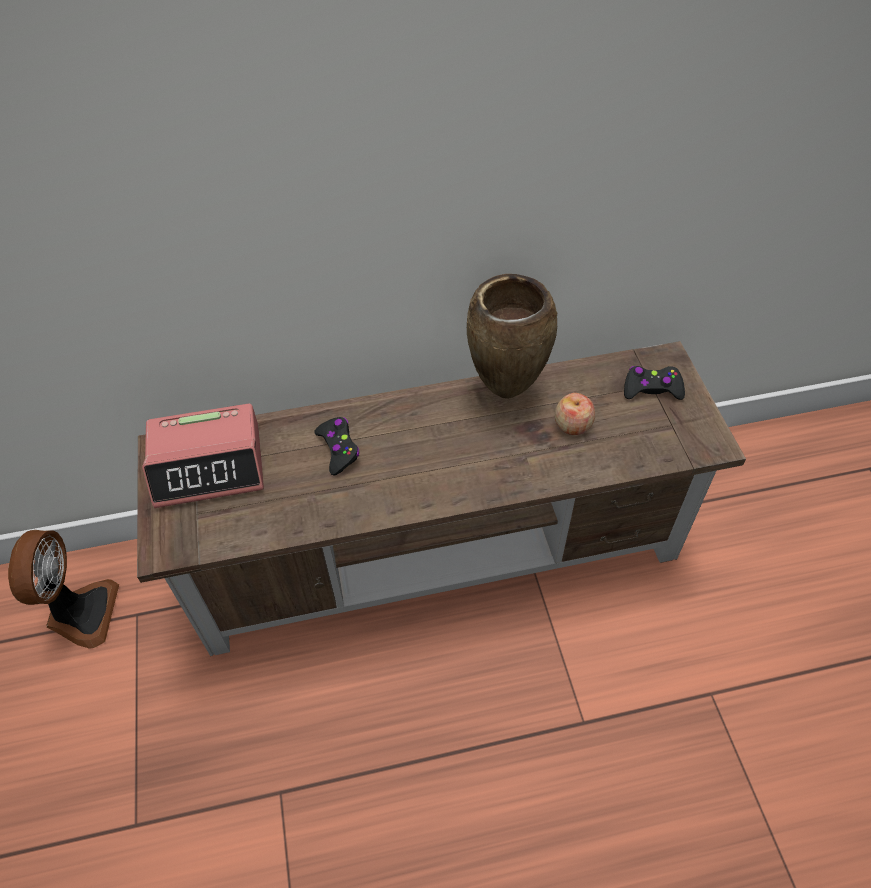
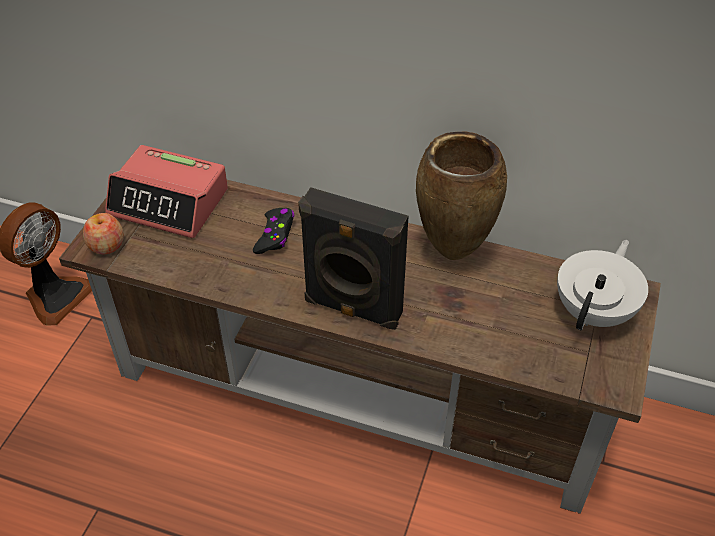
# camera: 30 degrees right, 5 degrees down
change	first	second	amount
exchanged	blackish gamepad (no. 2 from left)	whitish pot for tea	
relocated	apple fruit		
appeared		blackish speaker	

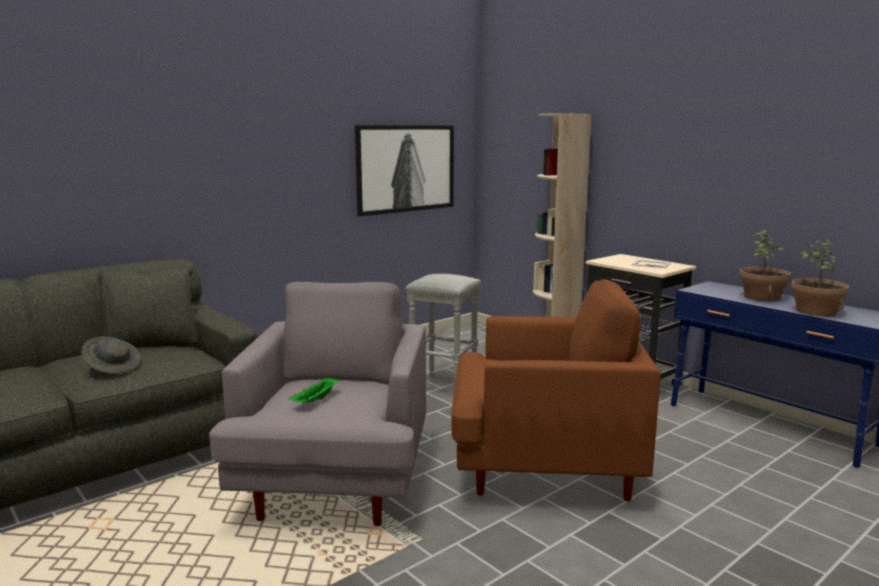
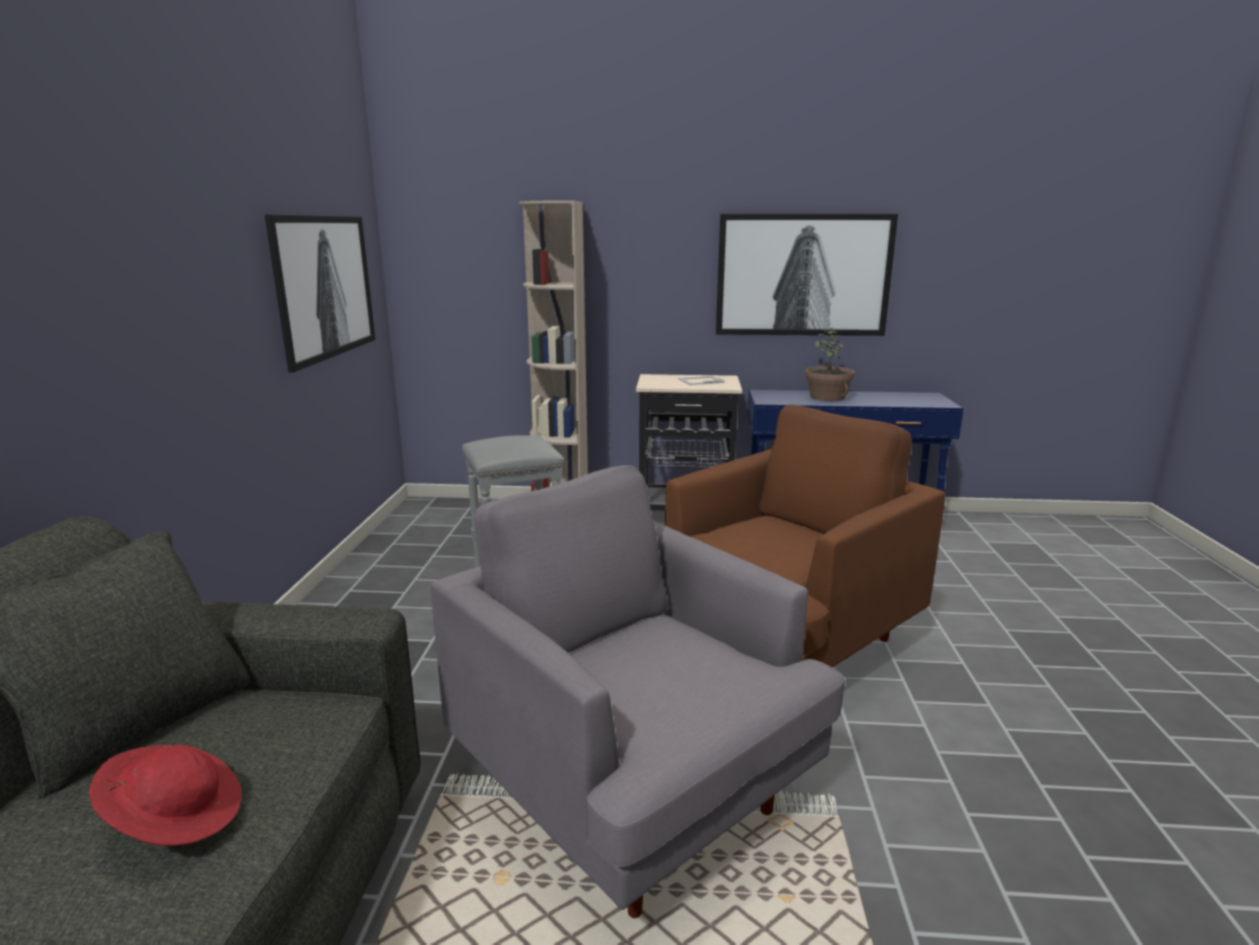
# camera: 45 degrees left, 5 degrees up
change	first	second	amount
missing	potted plant (no. 2 from left)		
colour	grey wearable hat	red wearable hat	
missing	green-coloured tray		
appeared		wall picture (no. 2 from left)	

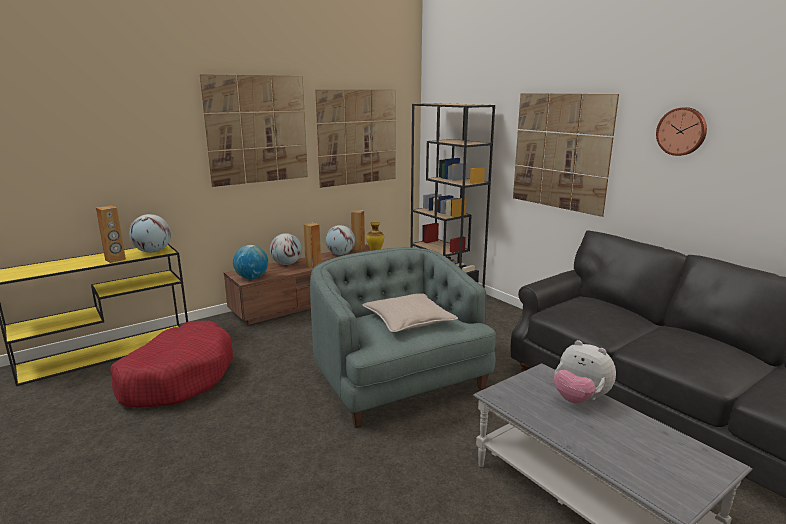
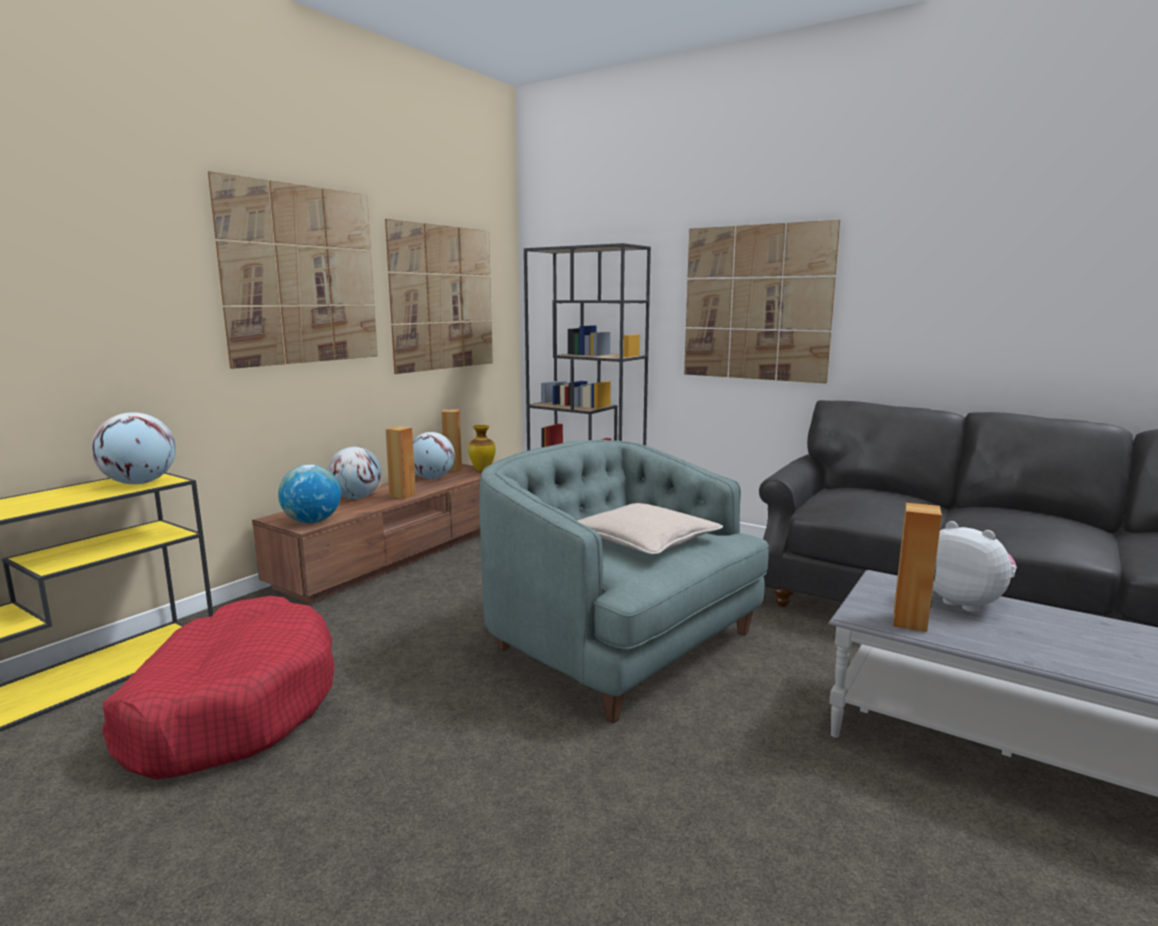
# camera: 20 degrees left, 5 degrees down
change	first	second	amount
missing	hanging clock		
relocated	brown-coloured speaker (no. 1 from left in the first image)	brown-coloured speaker (no. 3 from left)	
spun	cuddly toy		150 degrees counterclockwise

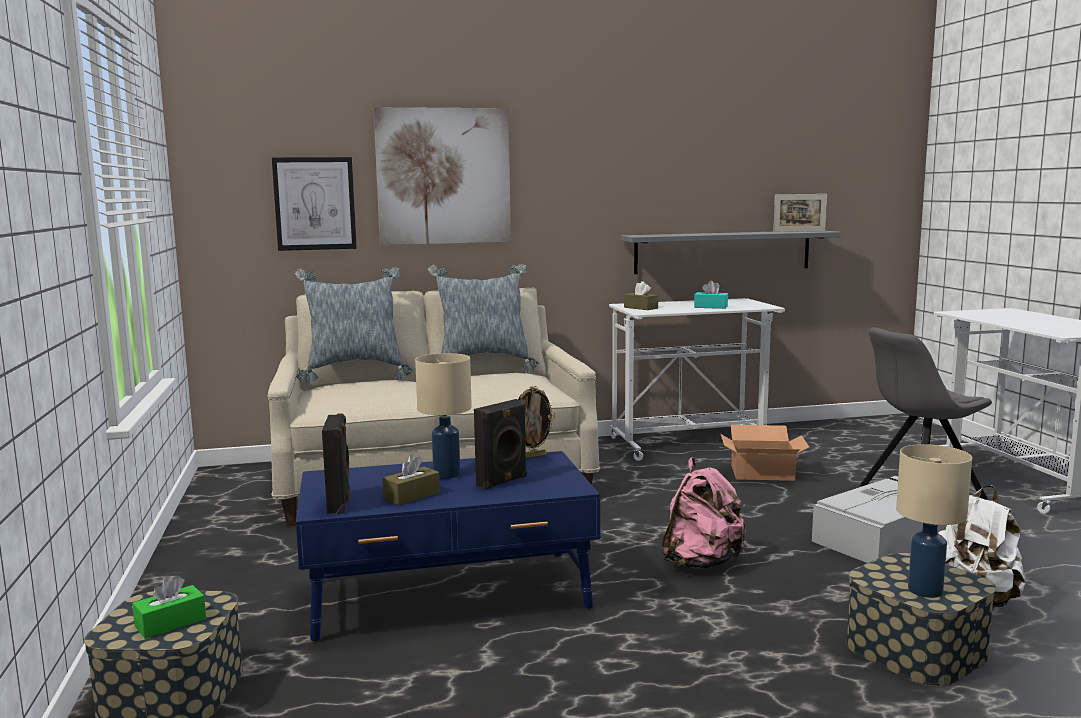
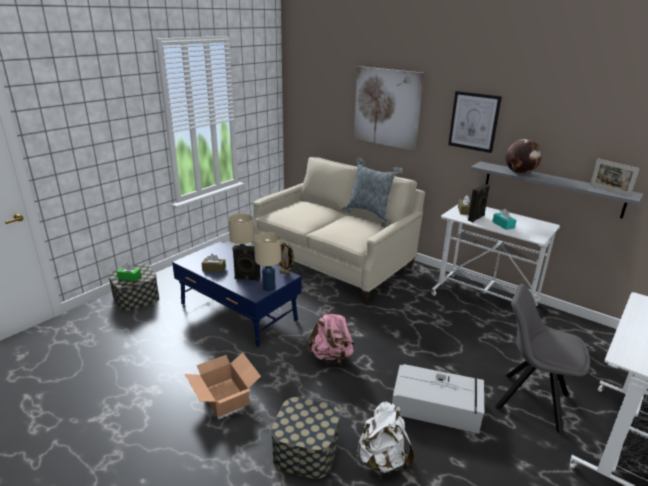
# camera: 50 degrees right, 15 degrees up
change	first	second	amount
relocated	wall picture (no. 1 from left in the first image)	wall picture (no. 2 from left)	
missing	throw pillow (no. 1 from left)		
relocated	blackish speaker (no. 1 from left in the first image)	blackish speaker (no. 2 from left)	
relocated	carton		
relocated	beige-coloured table lamp (no. 2 from left)		
appeared		globe	

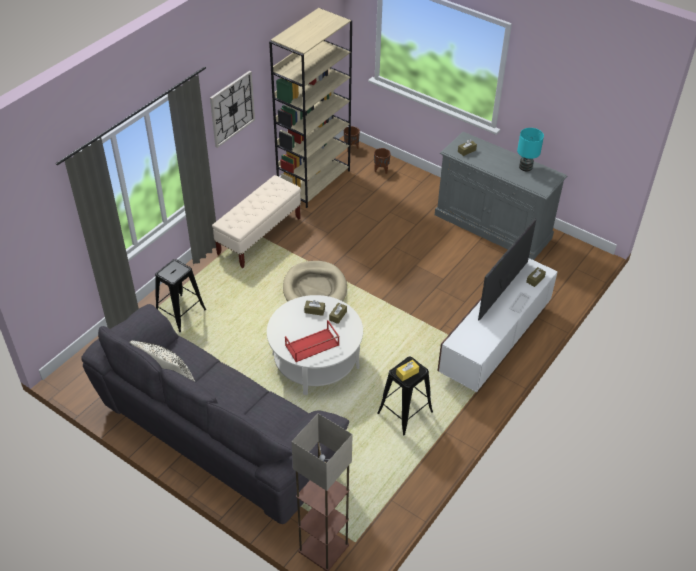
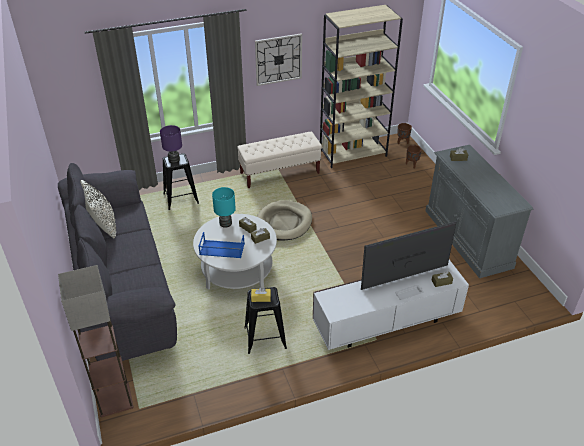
# camera: 35 degrees right, 5 degrees down
change	first	second	amount
relocated	turquoise table lamp		
colour	red tray	bluish tray	
appeared		purple table lamp	

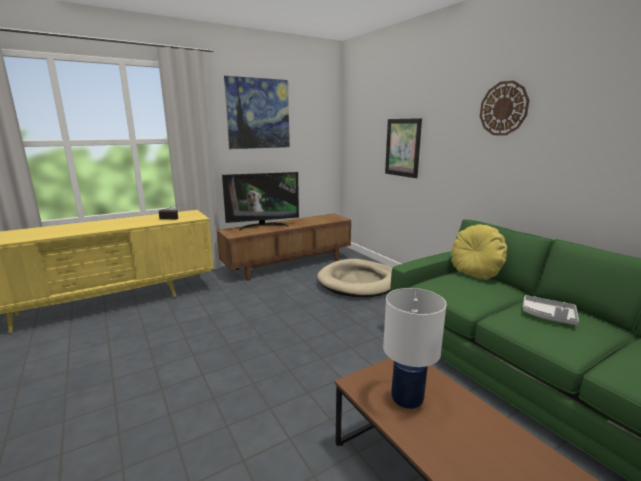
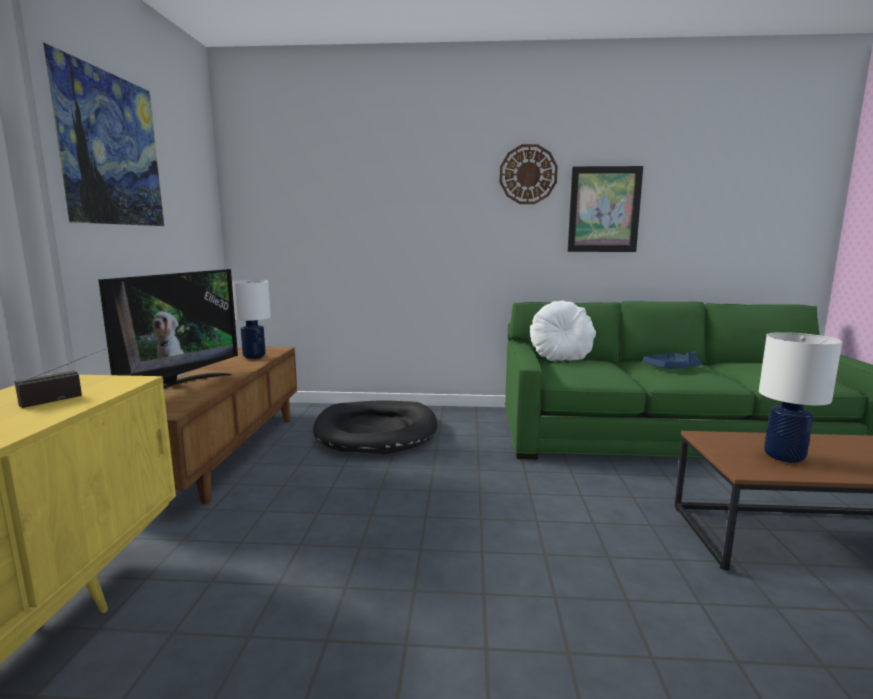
# camera: 55 degrees left, 5 degrees down
change	first	second	amount
relocated	wall picture (no. 2 from left)		
colour	yellow-coloured throw pillow	whitish throw pillow	
colour	beige-coloured pet bed	blackish pet bed	
colour	grey tray	bluish tray	
appeared		whitish table lamp (no. 1 from left)	

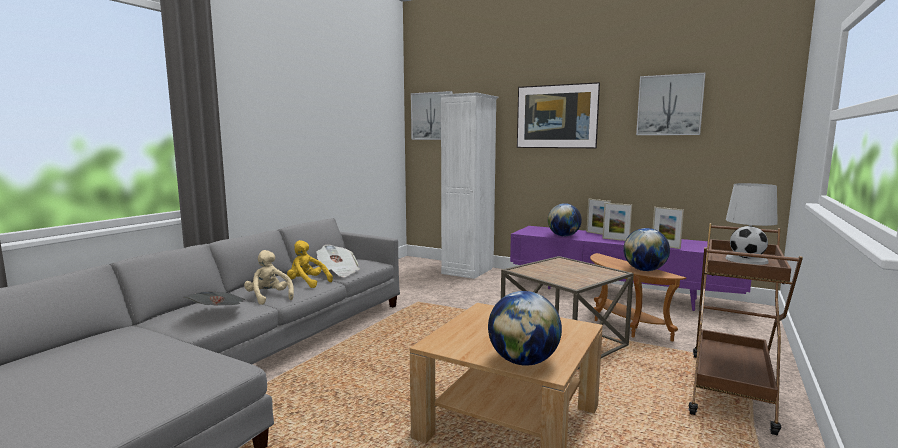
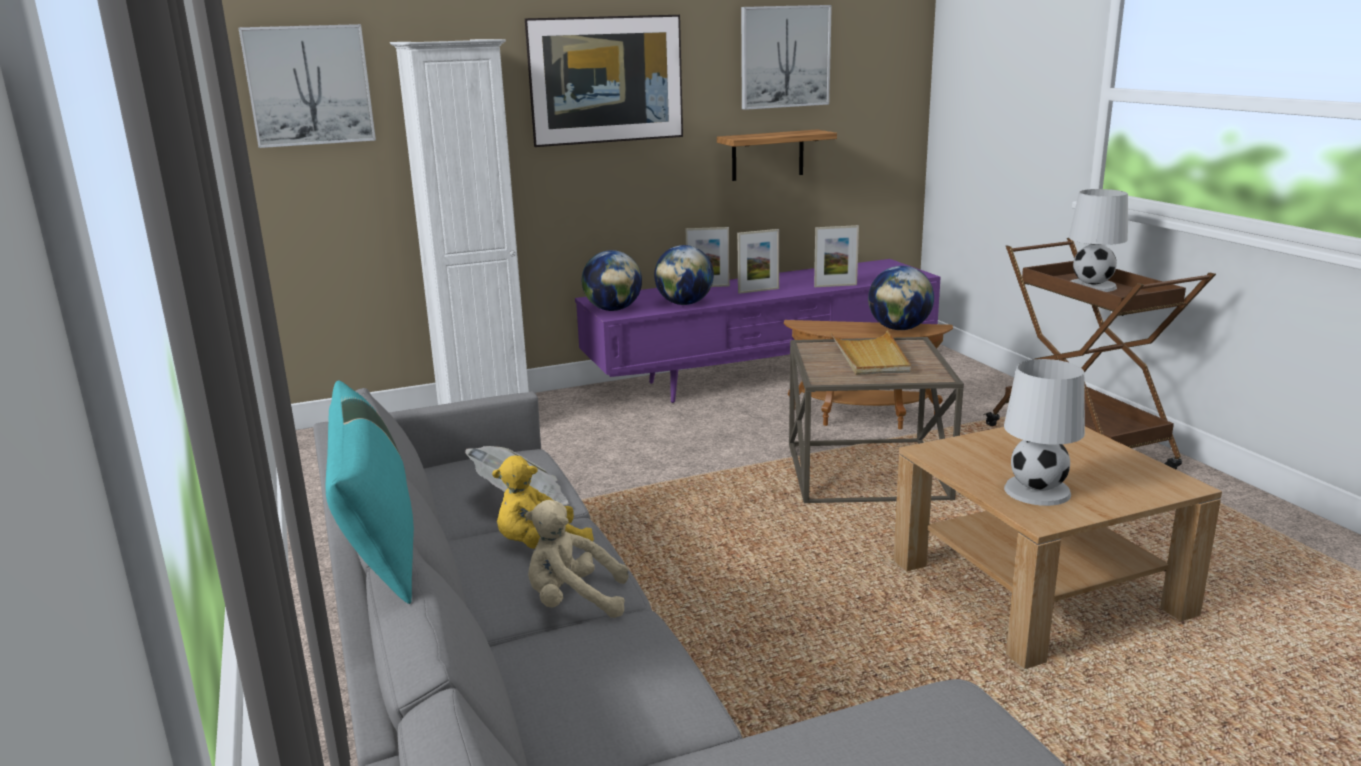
# camera: 50 degrees left, 10 degrees up
change	first	second	amount
relocated	globe (no. 1 from left)		
missing	newspaper (no. 1 from left)		
appeared		shelf	
appeared		beige-coloured tray	
appeared		whitish table lamp (no. 1 from left)	
appeared		turquoise throw pillow	

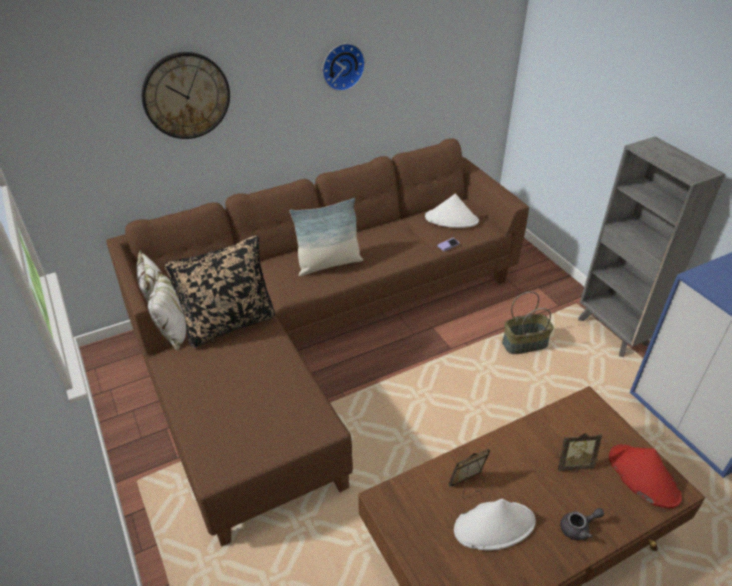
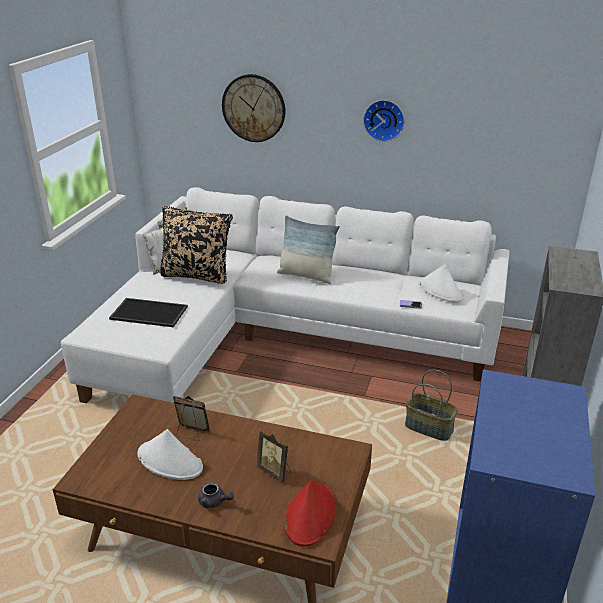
# camera: 45 degrees right, 10 degrees down
change	first	second	amount
colour	brown-coloured couch	whitish couch	
appeared		tray	

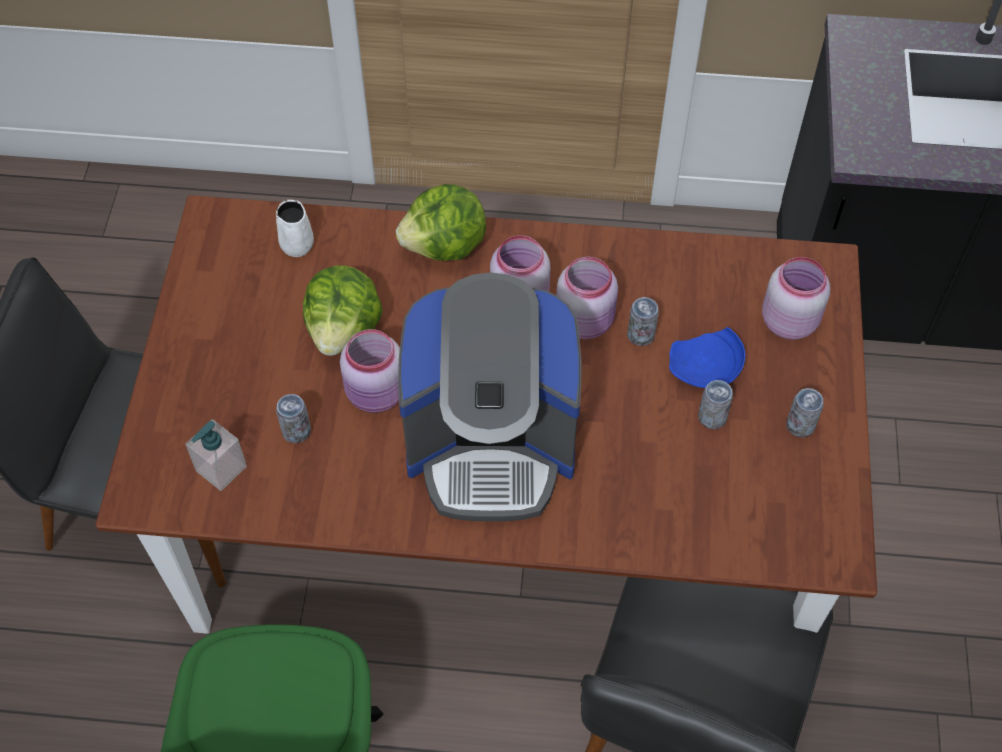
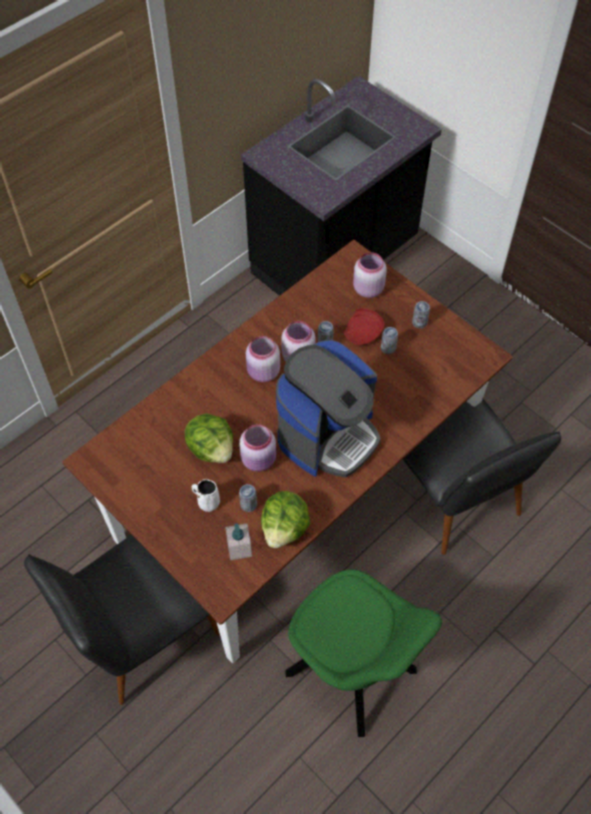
# camera: 50 degrees left, 0 degrees up
change	first	second	amount
relocated	lettuce (no. 2 from left)		
relocated	whitish tea mug		
colour	bluish dinner plate	red dinner plate	

